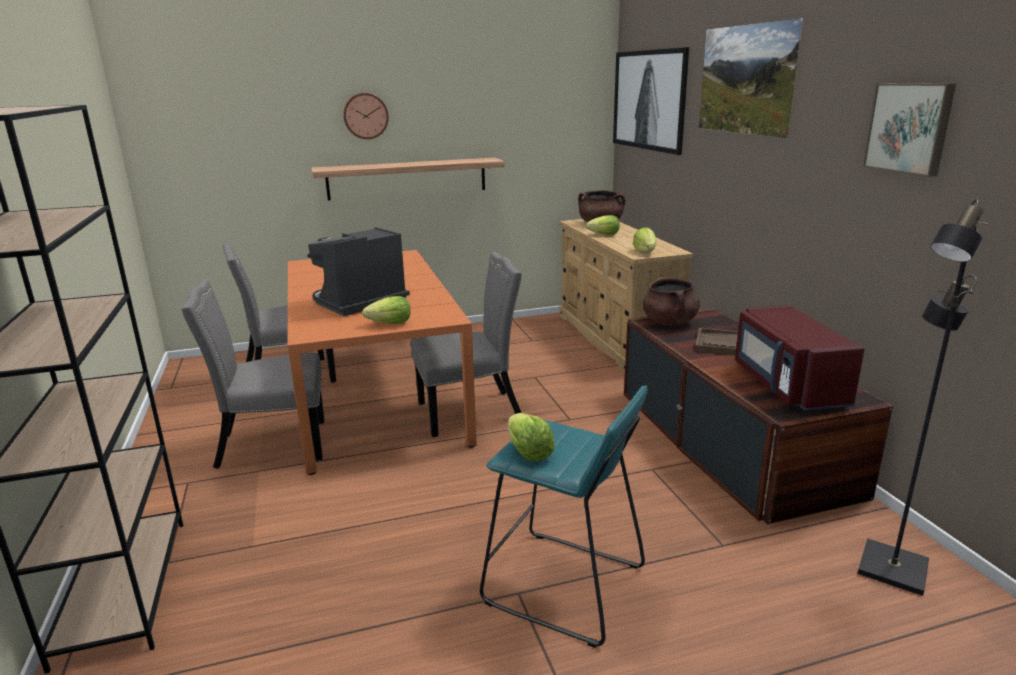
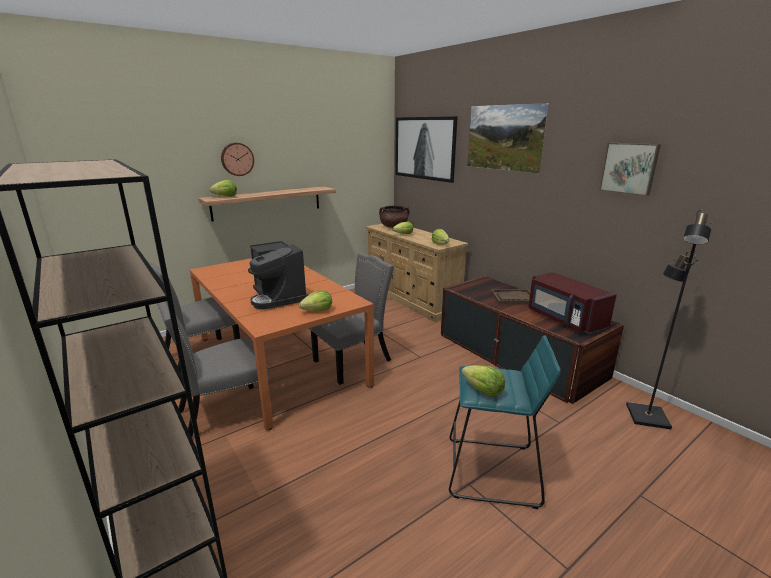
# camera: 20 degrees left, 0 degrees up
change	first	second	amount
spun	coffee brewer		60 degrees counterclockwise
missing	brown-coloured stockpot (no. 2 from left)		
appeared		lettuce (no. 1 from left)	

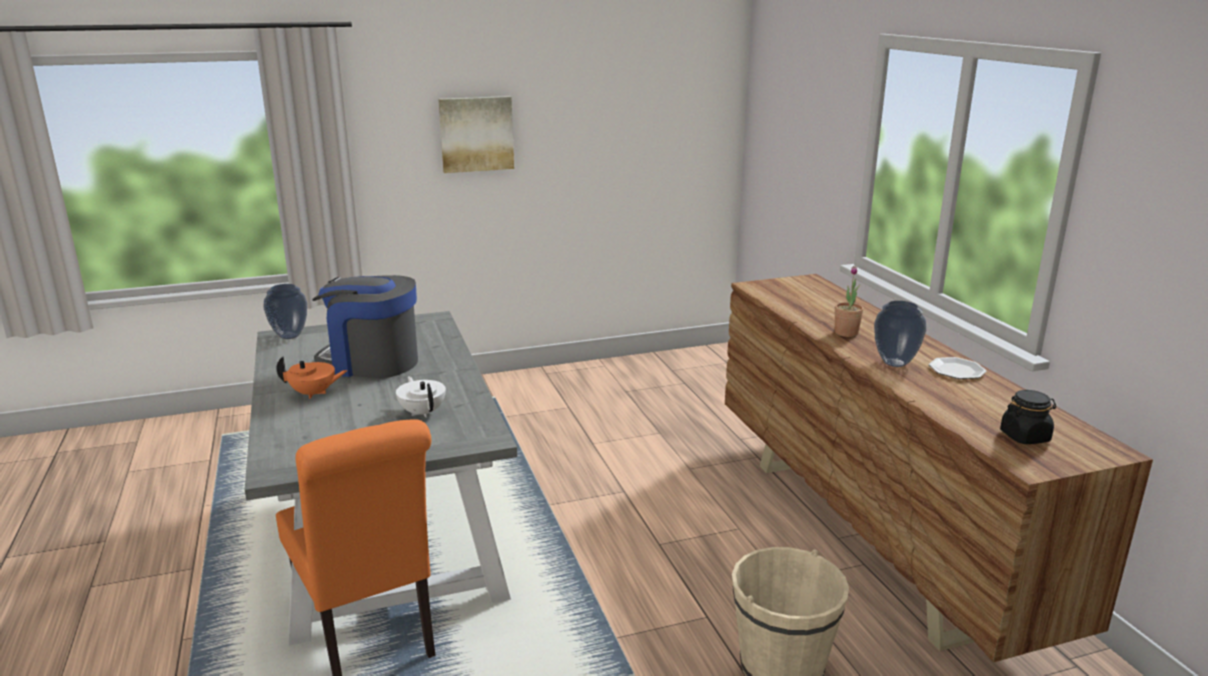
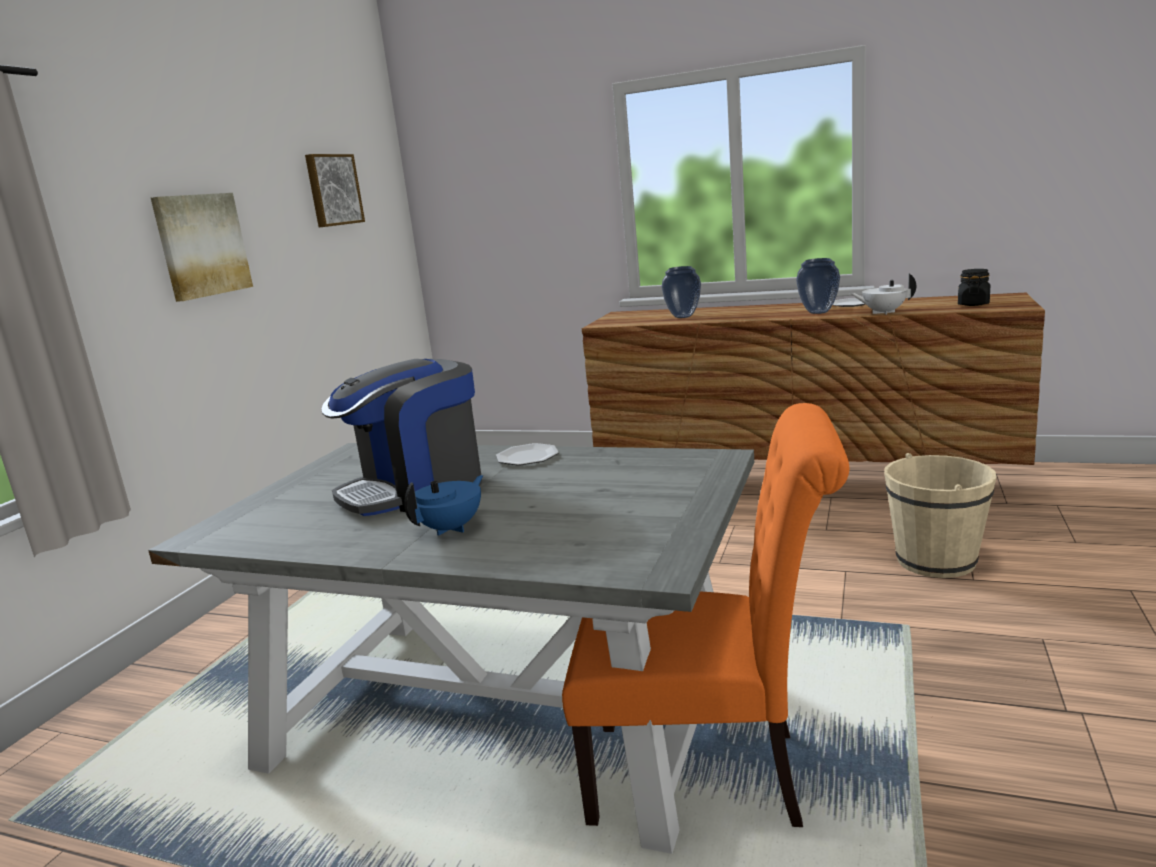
# camera: 50 degrees left, 5 degrees down
change	first	second	amount
missing	potted plant		
relocated	flower vase (no. 1 from left)		
colour	orange-coloured pot for tea	bluish pot for tea	
relocated	whitish pot for tea		
appeared		wall picture (no. 2 from left)	
appeared		dinner plate (no. 1 from left)	

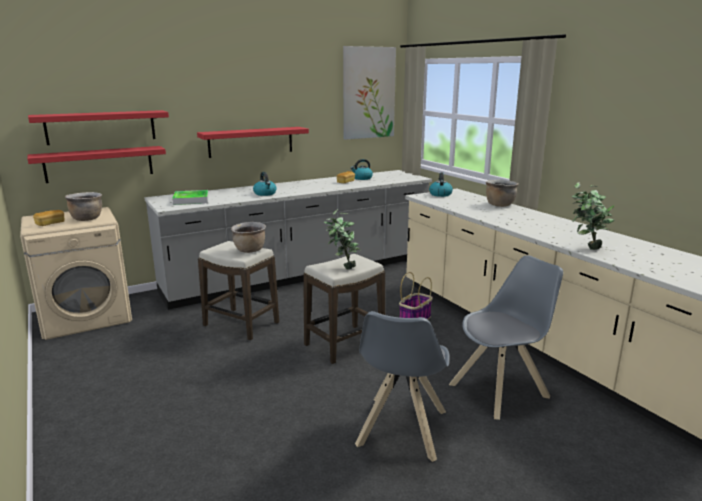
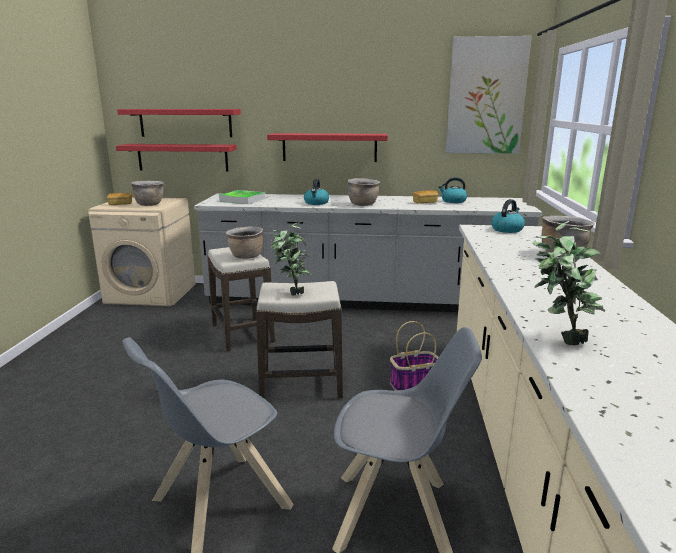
# camera: 35 degrees right, 0 degrees up
change	first	second	amount
appeared		brown-coloured stockpot (no. 3 from left)	

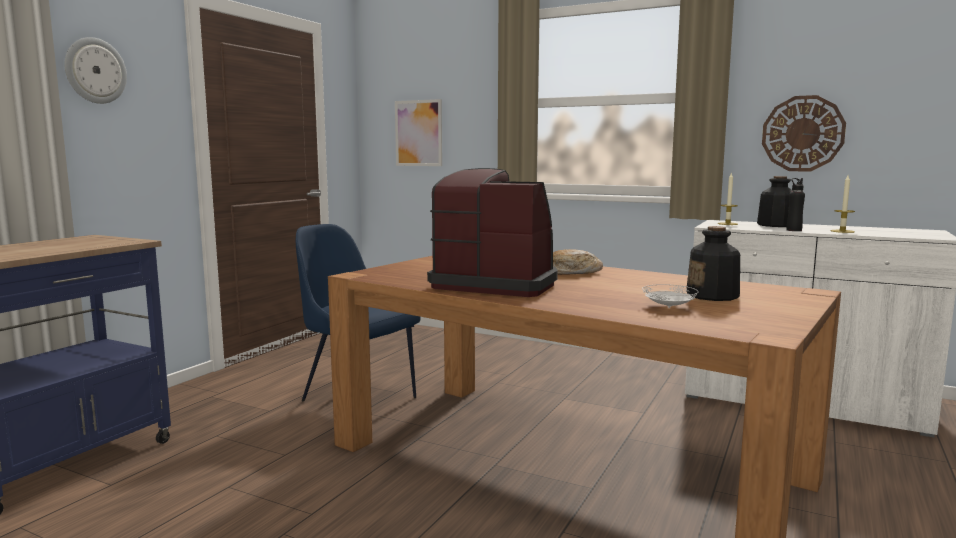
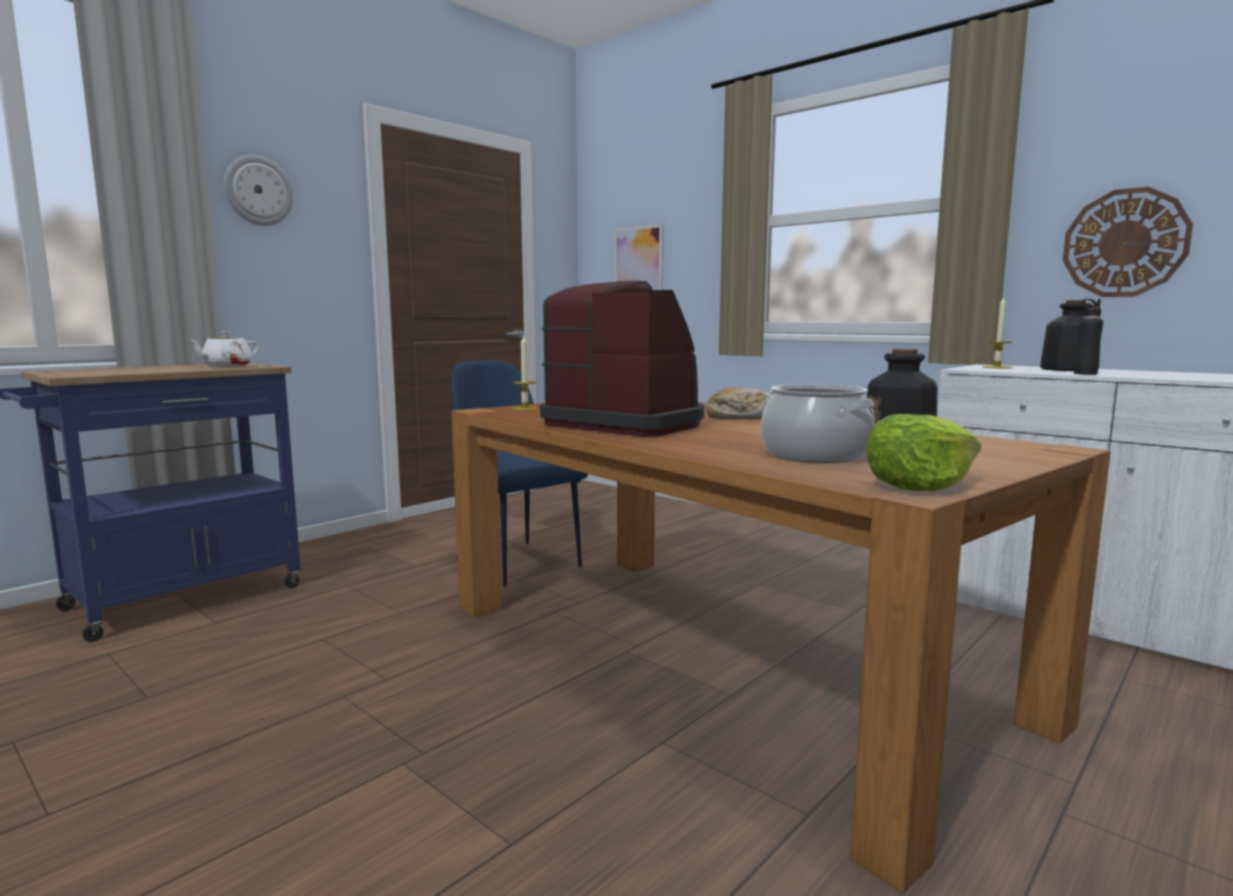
# camera: 15 degrees right, 0 degrees up
change	first	second	amount
relocated	wax light (no. 2 from left in the first image)	wax light (no. 1 from left)	
exchanged	whitish dinner plate	stockpot	
appeared		whitish pot for tea	
appeared		lettuce	

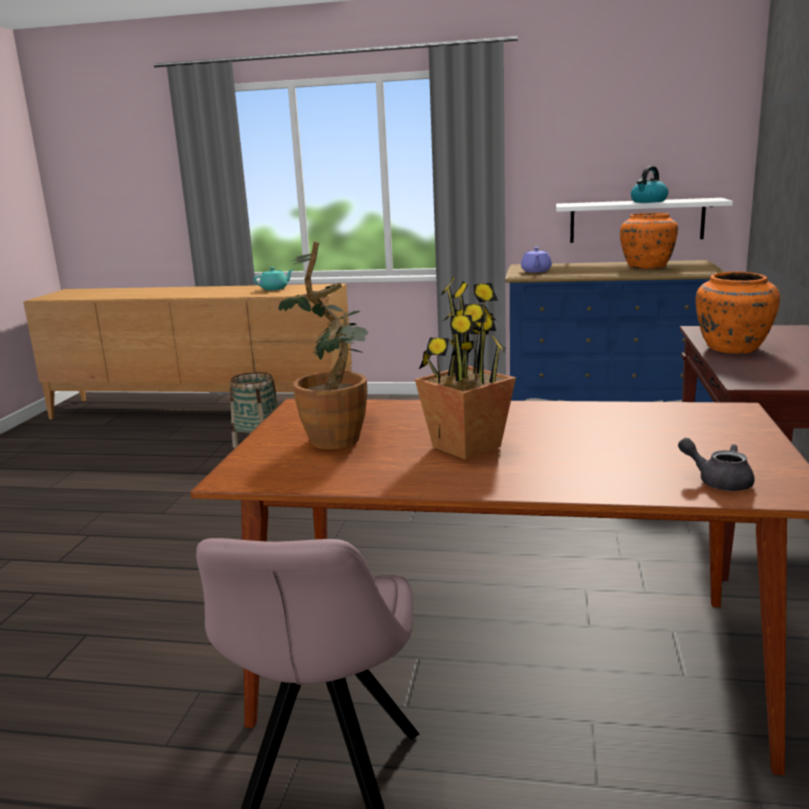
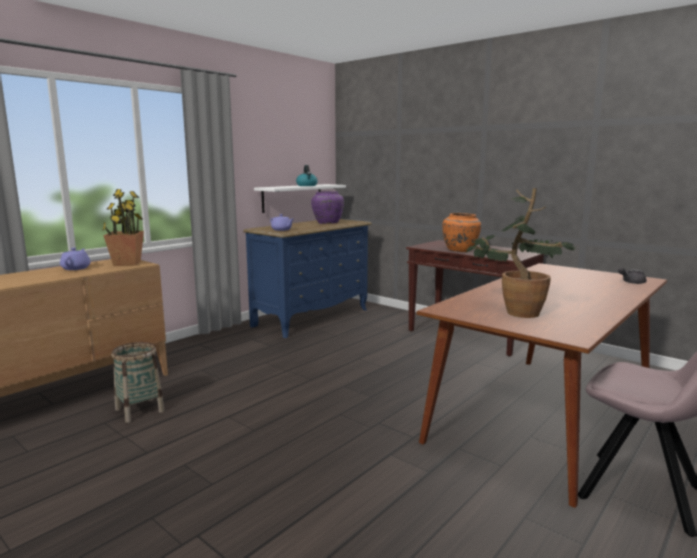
# camera: 60 degrees left, 5 degrees down
change	first	second	amount
colour	orange-coloured flower vase (no. 1 from left)	purple flower vase	
colour	turquoise pot for tea	purple pot for tea (no. 1 from left)	
relocated	potted plant (no. 2 from left in the first image)	potted plant (no. 1 from left)	

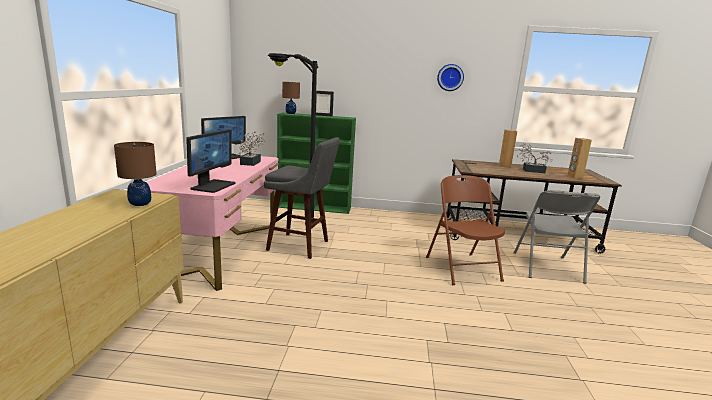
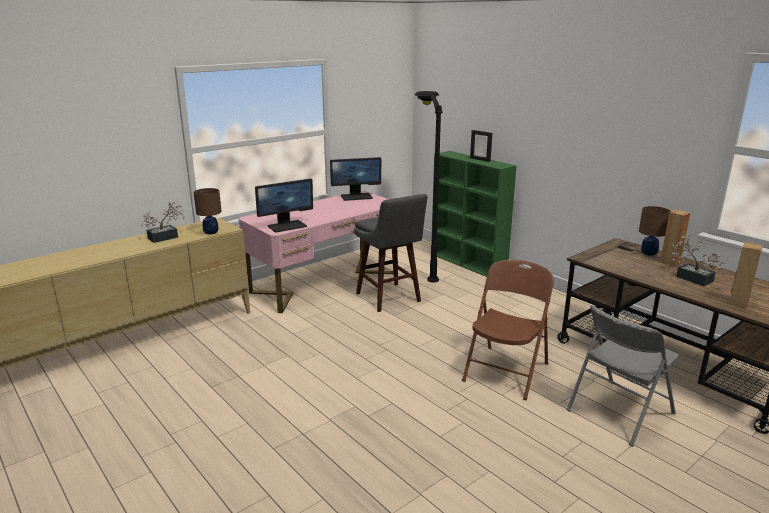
# camera: 45 degrees right, 5 degrees up
change	first	second	amount
missing	hanging clock		
relocated	brown-coloured table lamp (no. 2 from left)		
relocated	potted plant (no. 1 from left)		

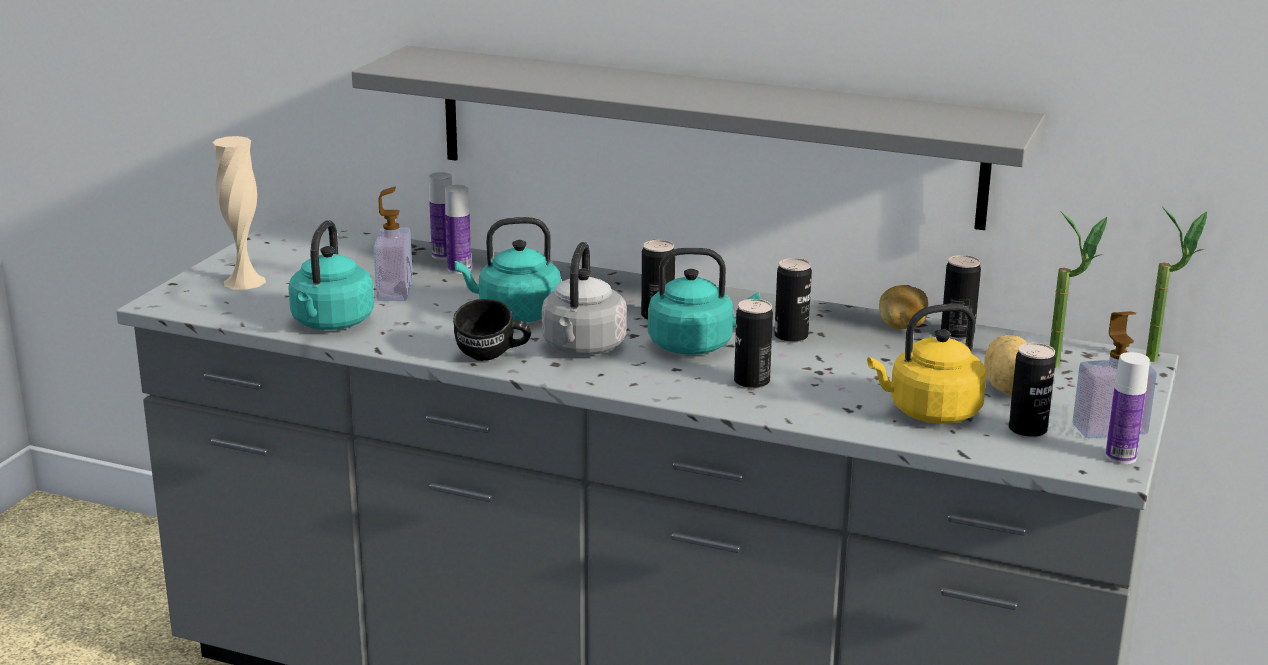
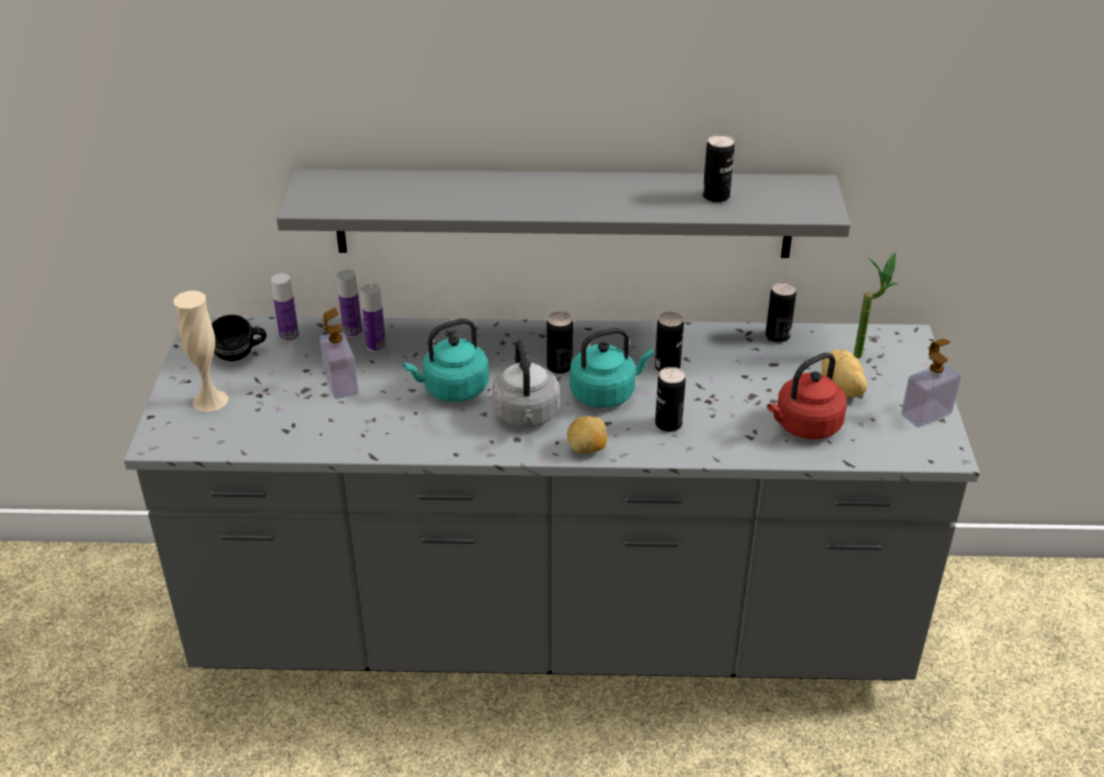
# camera: 20 degrees left, 15 degrees up
change	first	second	amount
missing	potted plant (no. 2 from left)		
missing	turquoise kettle (no. 1 from left)		
relocated	spud (no. 1 from left)		
relocated	blackish tea mug		
colour	yellow-coloured kettle	red kettle	
relocated	metal can (no. 5 from left in the first image)	metal can (no. 4 from left)	
relocated	beverage bottle (no. 3 from left in the first image)	beverage bottle (no. 1 from left)	

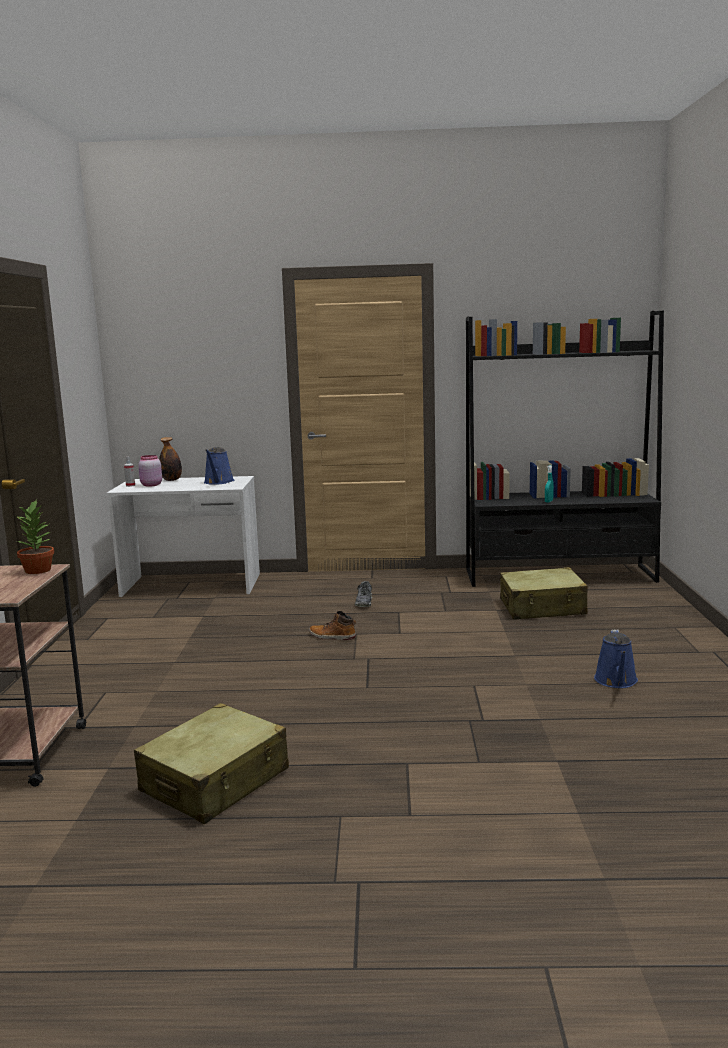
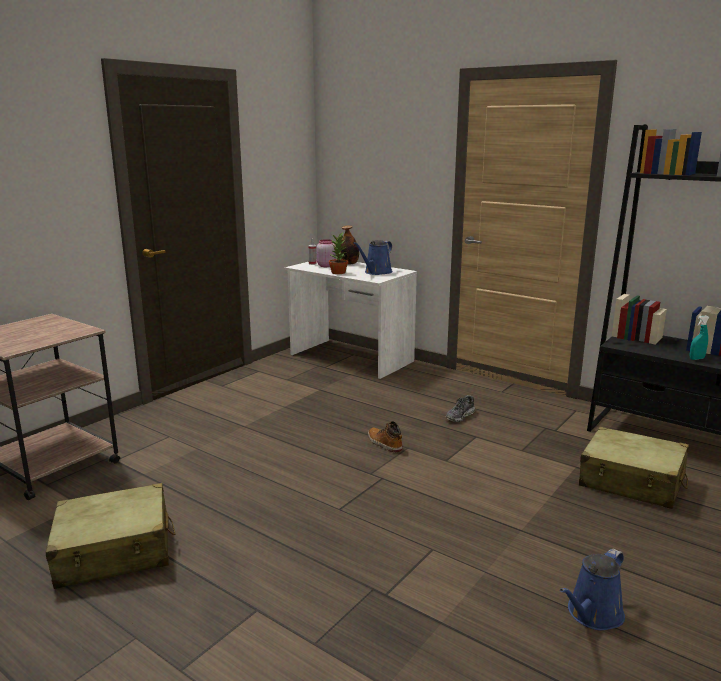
# camera: 35 degrees right, 5 degrees up
change	first	second	amount
relocated	potted plant		

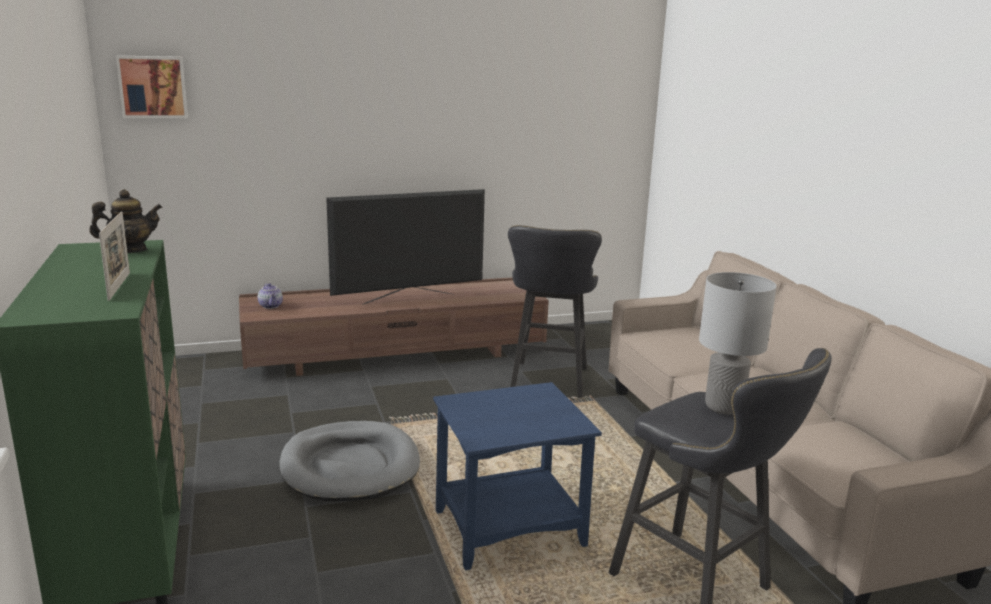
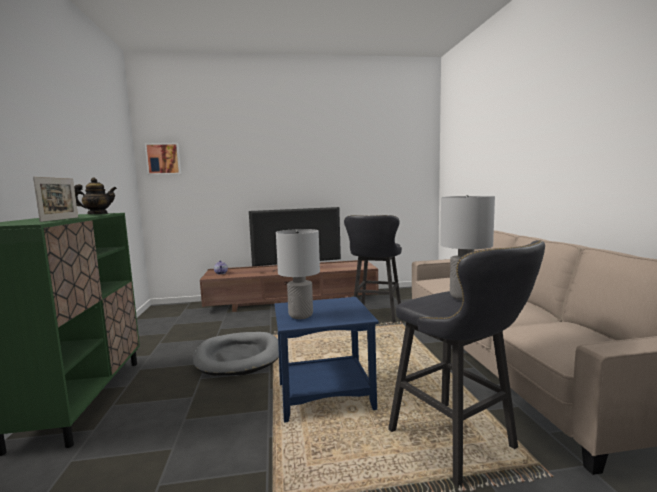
# camera: 10 degrees right, 10 degrees down
change	first	second	amount
appeared		grey table lamp (no. 1 from left)	

